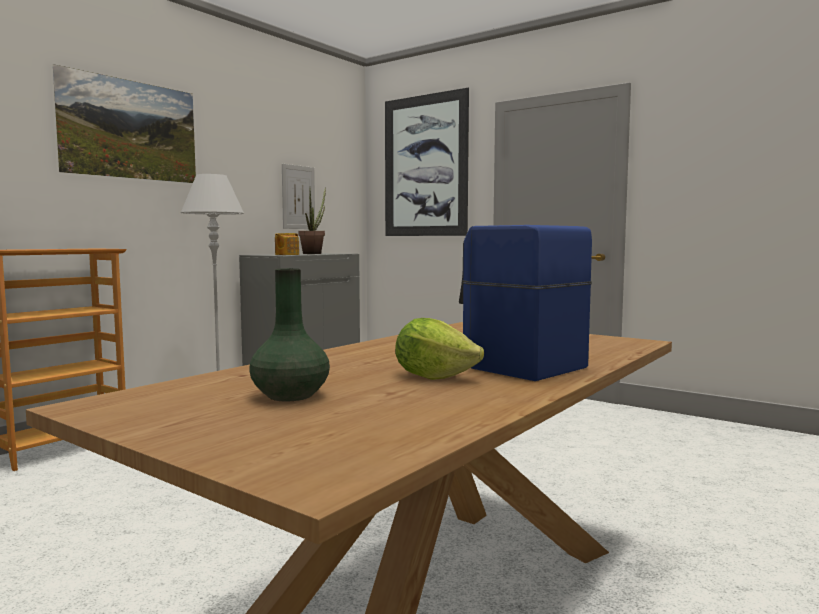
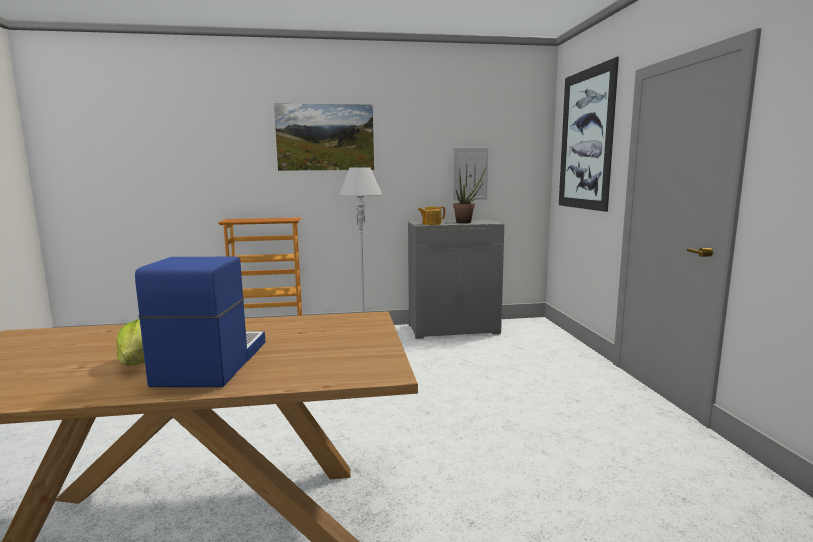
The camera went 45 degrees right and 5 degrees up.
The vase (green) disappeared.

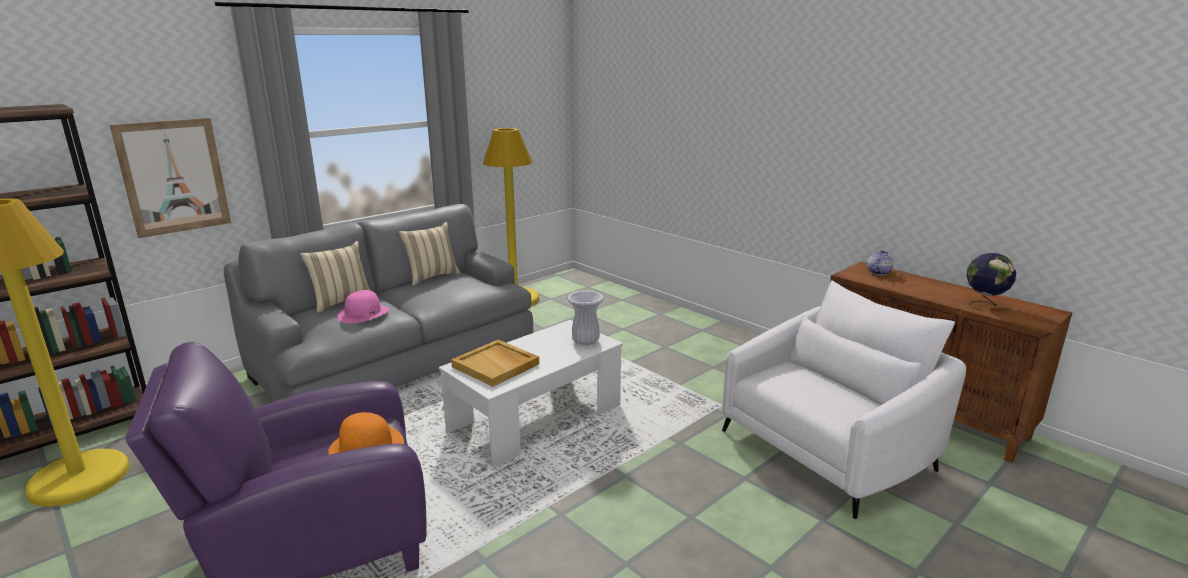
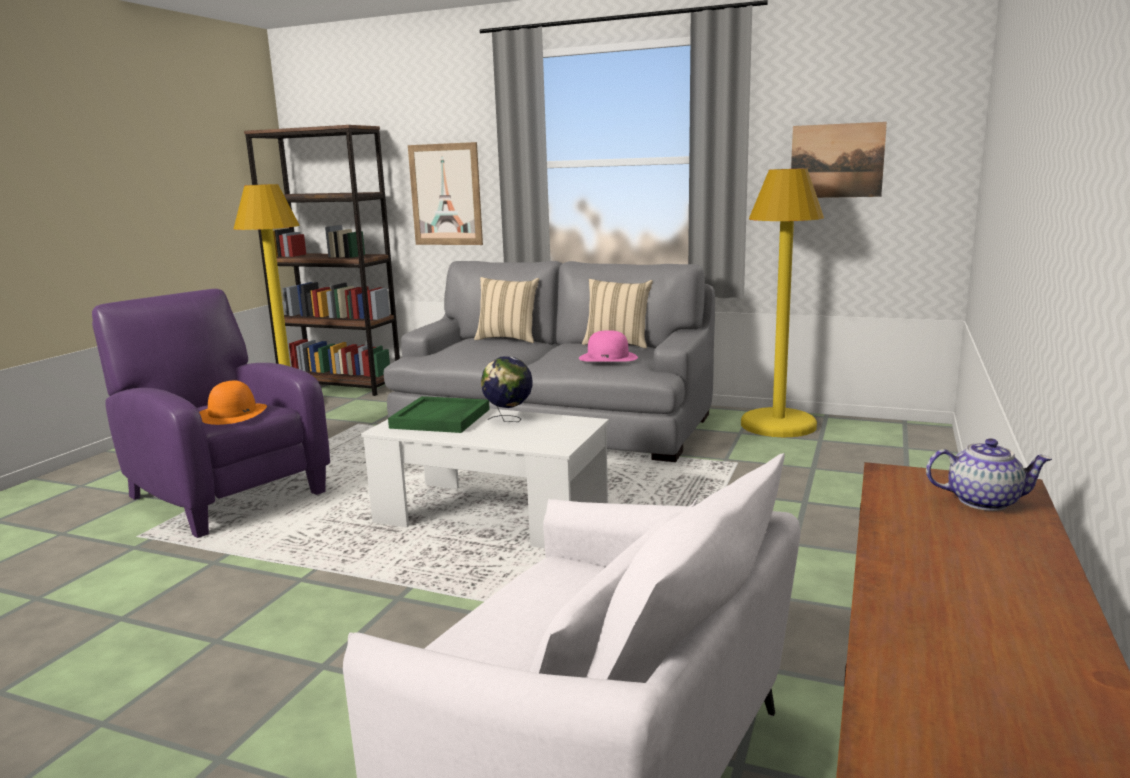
The camera went 65 degrees right and 5 degrees down.
The hat (pink) moved.
The tray (beige) became the tray (green).
The vase (white) disappeared.
The globe moved.
The picture (no. 2 from left) appeared.

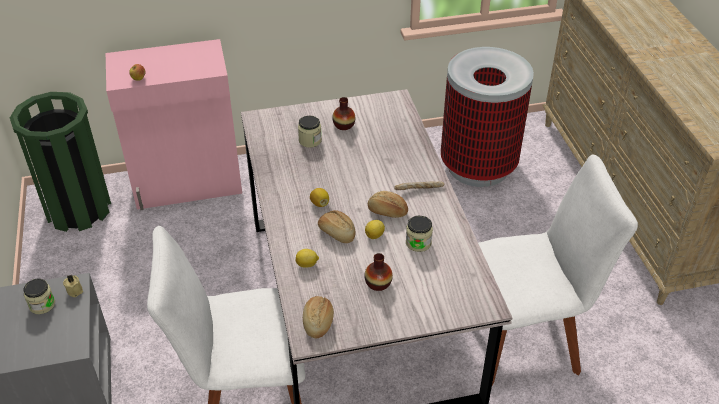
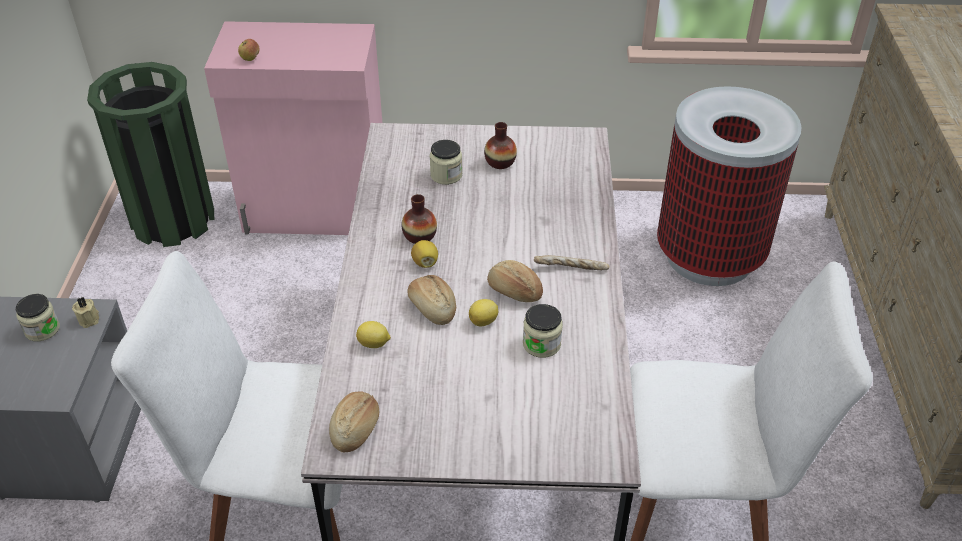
The camera went 15 degrees right and 0 degrees up.
The vase (no. 2 from left in the first image) moved.

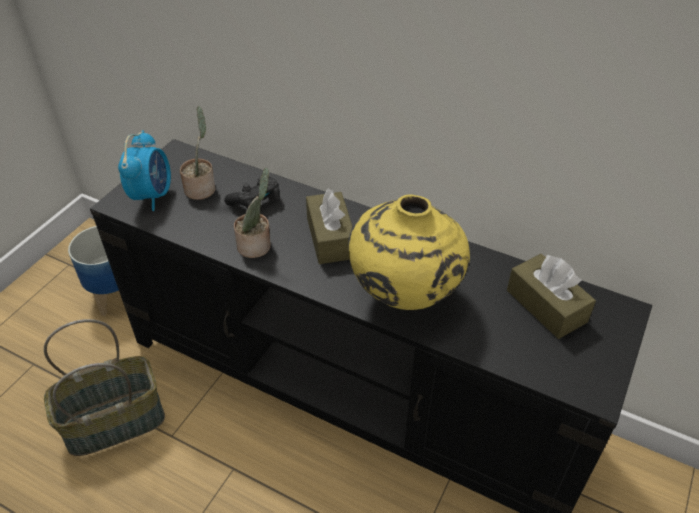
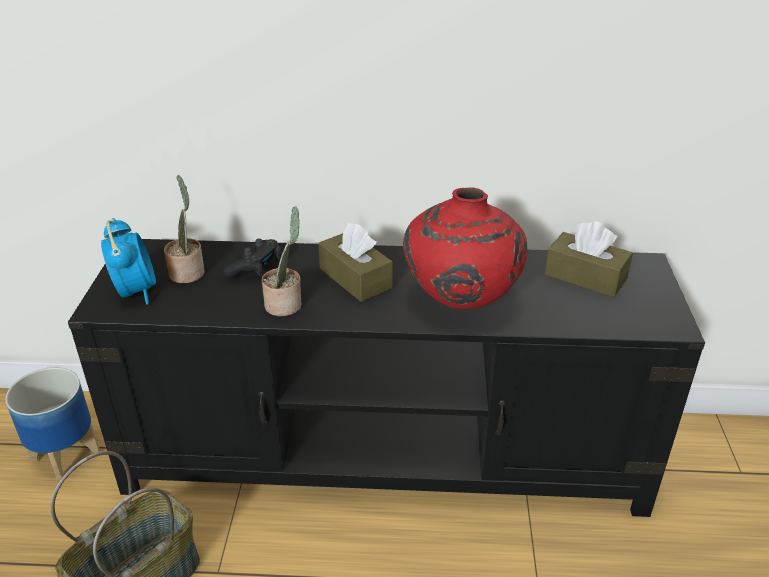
The camera went 25 degrees left and 10 degrees down.
The vase (yellow) became the vase (red).

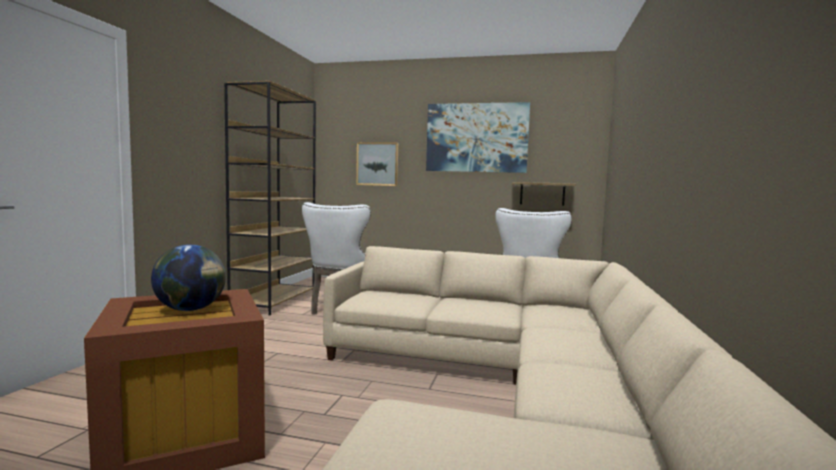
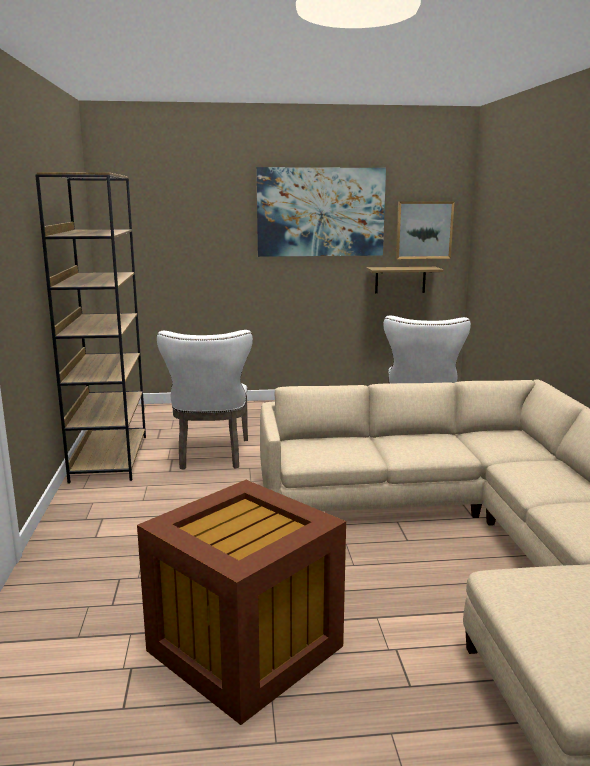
The camera went 20 degrees left and 10 degrees up.
The globe disappeared.
The picture (no. 1 from left in the first image) moved.

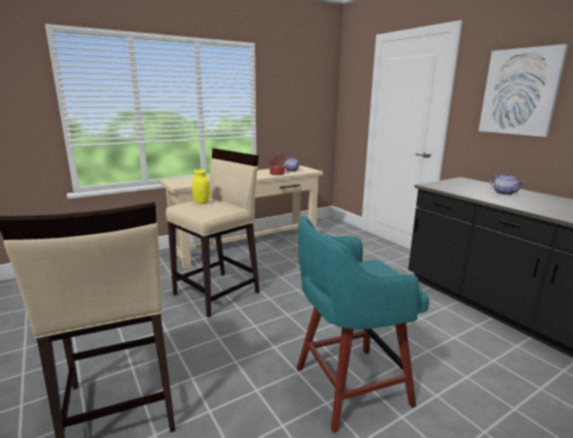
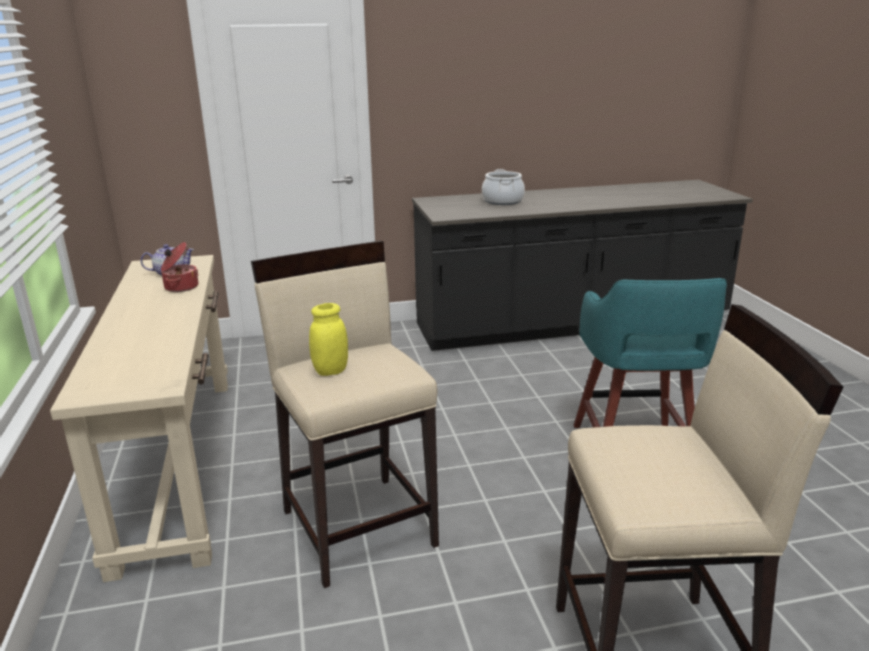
The camera went 70 degrees left and 5 degrees up.
The picture disappeared.
The teapot (no. 2 from left) was replaced by the cooking pot (no. 2 from left).

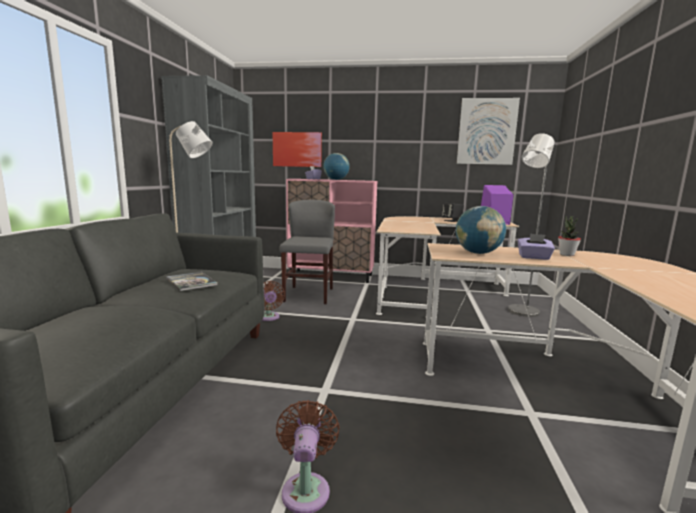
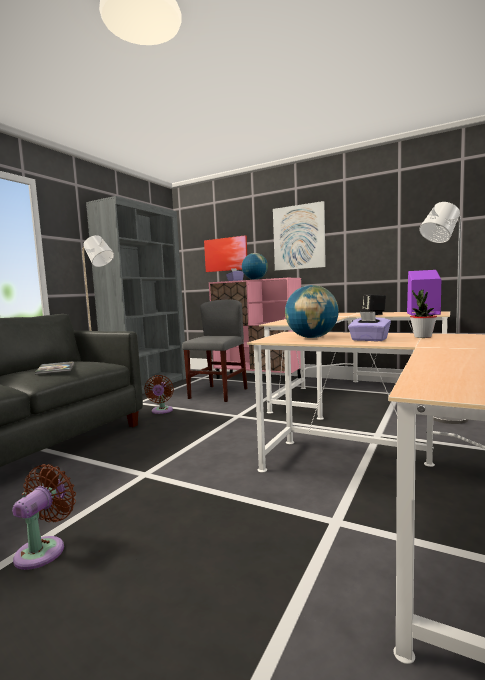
The camera went 20 degrees right and 5 degrees down.
The picture (no. 2 from left) moved.

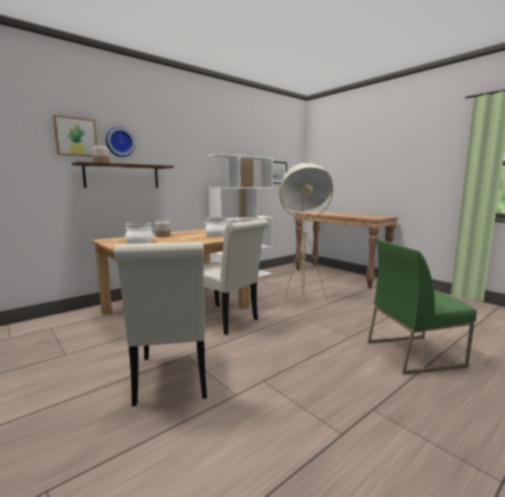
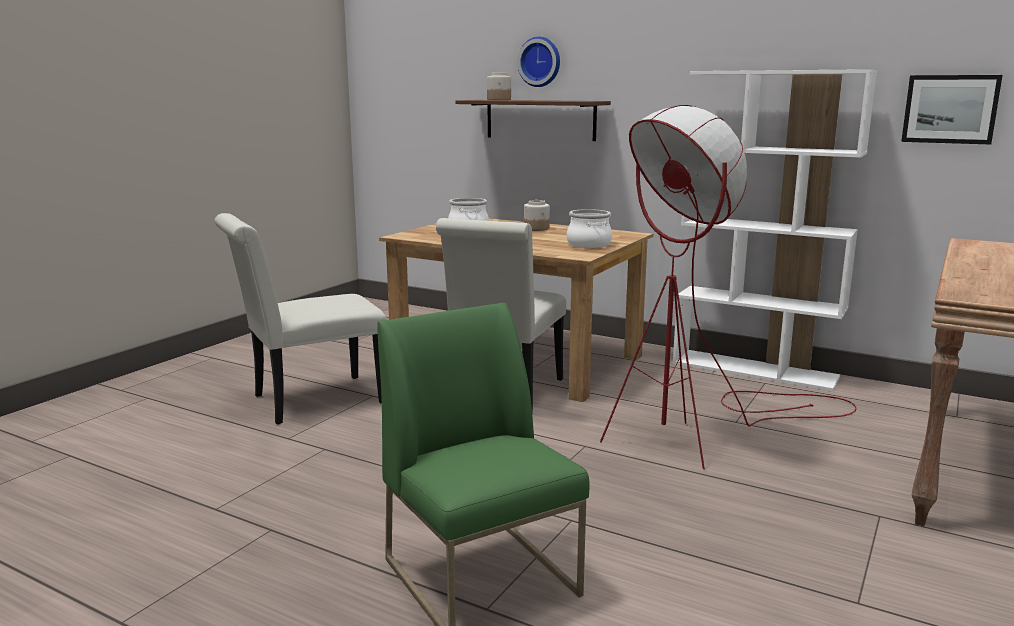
The camera went 70 degrees right and 5 degrees up.
The picture (no. 1 from left) disappeared.
The floor lamp (beige) became the floor lamp (red).

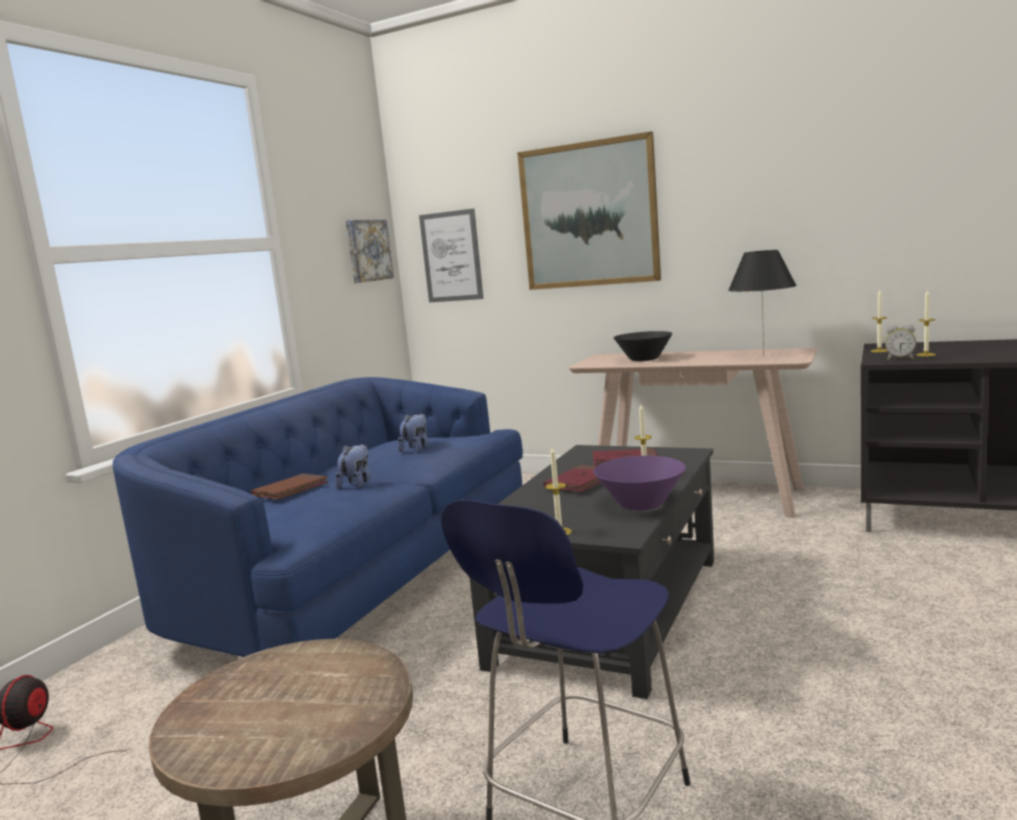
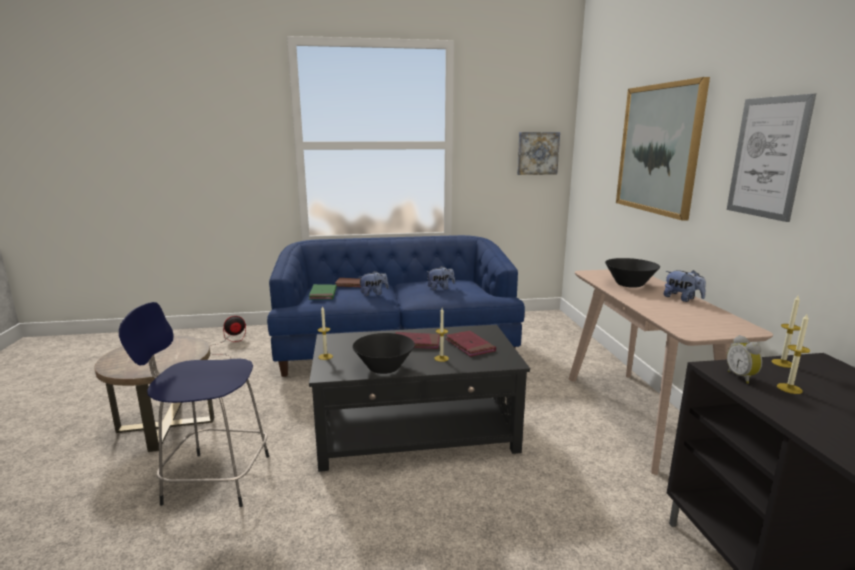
The camera went 55 degrees right and 5 degrees up.
The picture (no. 2 from left in the first image) moved.
The bowl (purple) became the bowl (black) (no. 1 from left).
The table lamp (black) disappeared.
The book (green) appeared.
The plush toy (no. 3 from left) appeared.

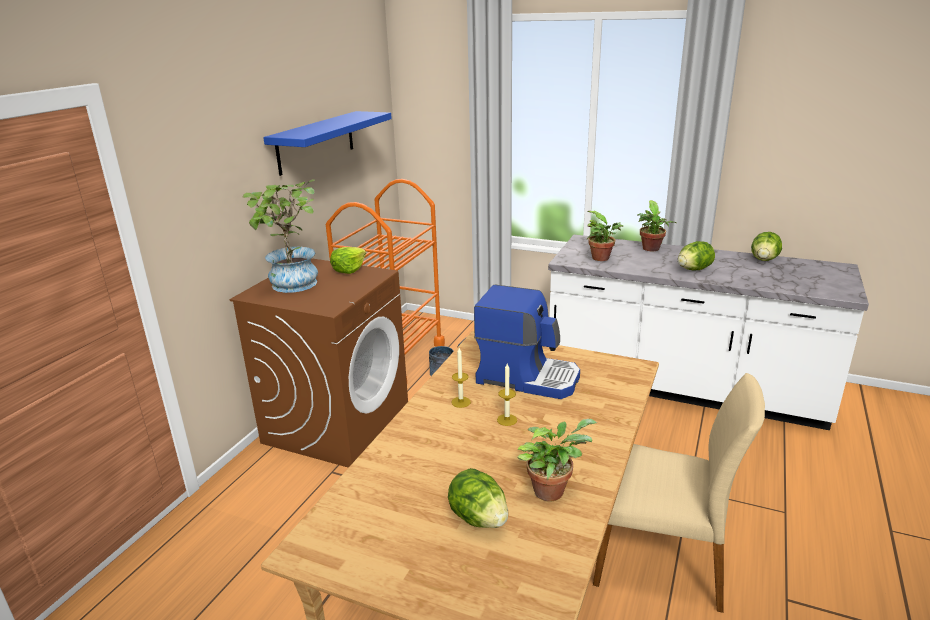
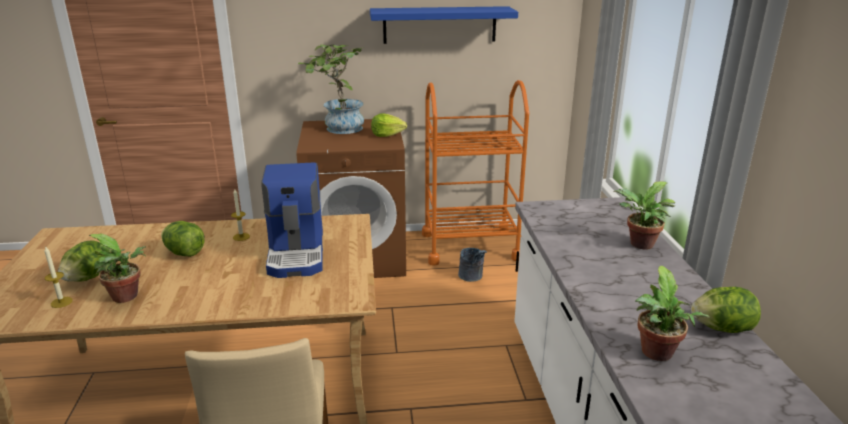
The camera went 60 degrees right and 0 degrees up.
The candle (no. 2 from left in the first image) moved.
The potted plant (no. 3 from left in the first image) moved.
The lettuce (no. 3 from left in the first image) moved.

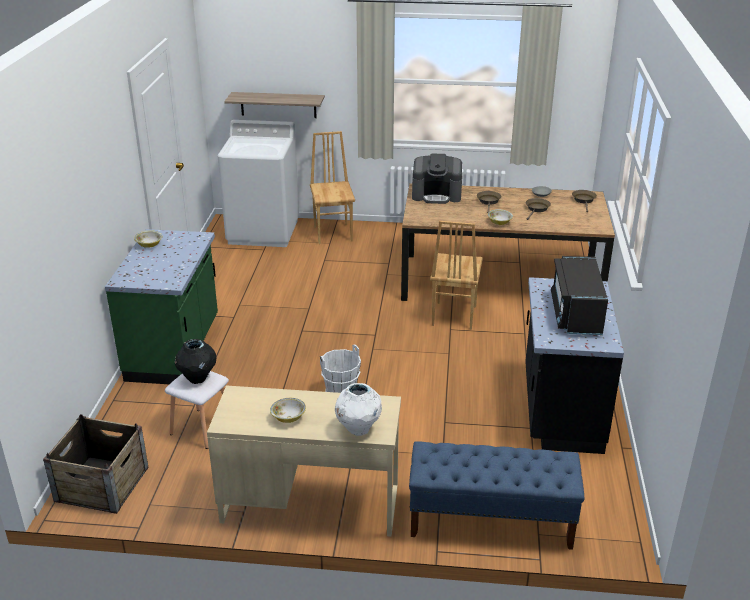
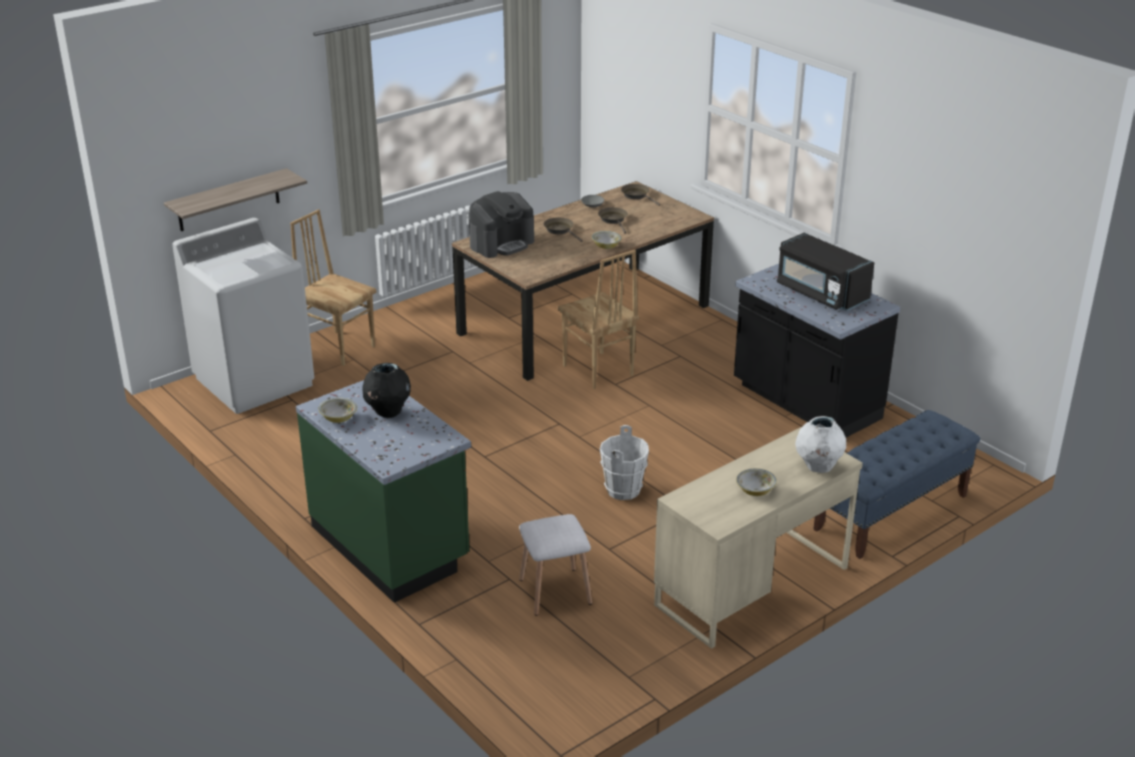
The camera went 45 degrees left and 0 degrees up.
The crate disappeared.
The vase (black) moved.

